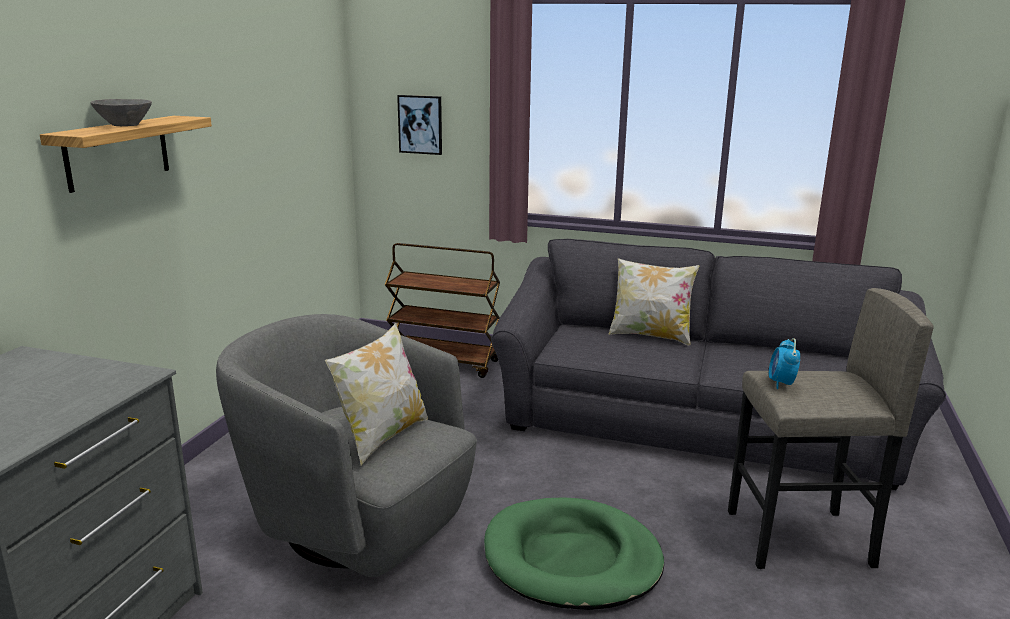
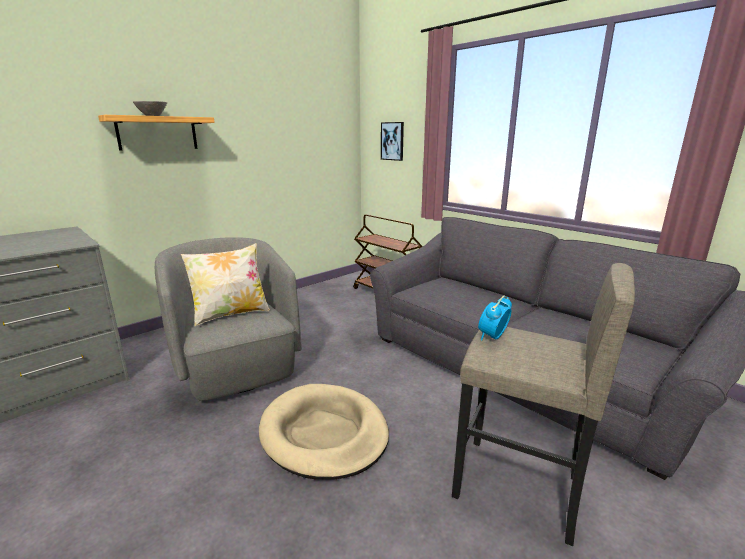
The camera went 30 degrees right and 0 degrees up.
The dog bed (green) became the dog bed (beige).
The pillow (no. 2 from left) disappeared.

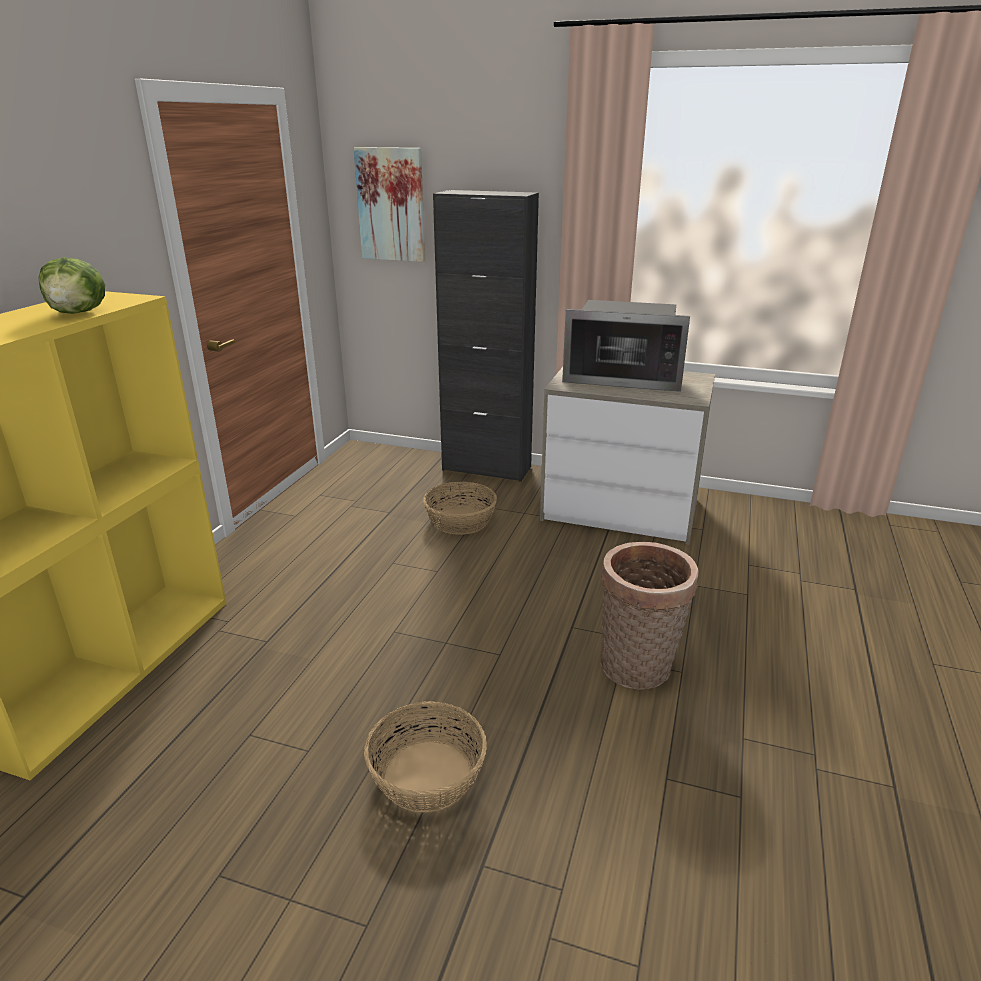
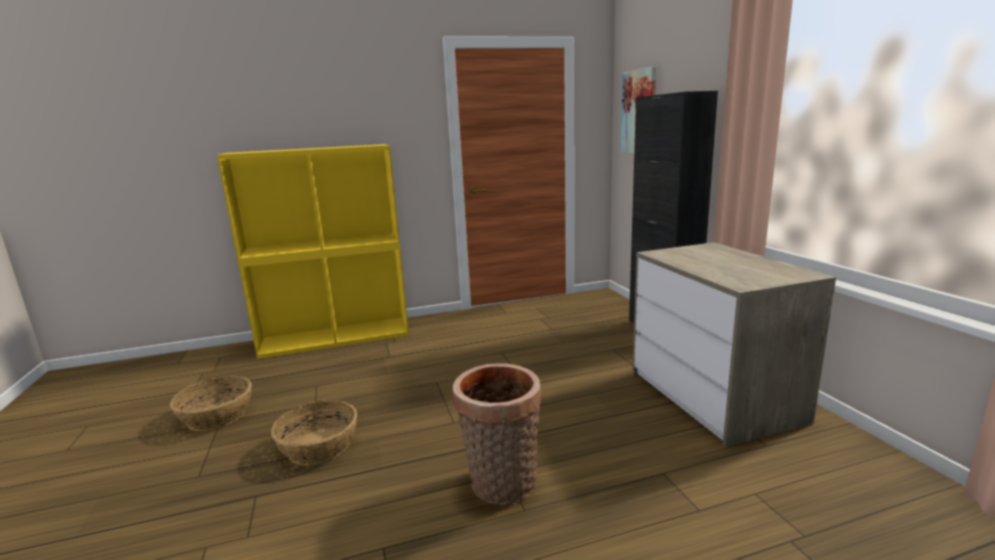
The camera went 55 degrees right and 10 degrees down.
The lettuce disappeared.
The basket (no. 2 from left in the first image) moved.
The microwave disappeared.

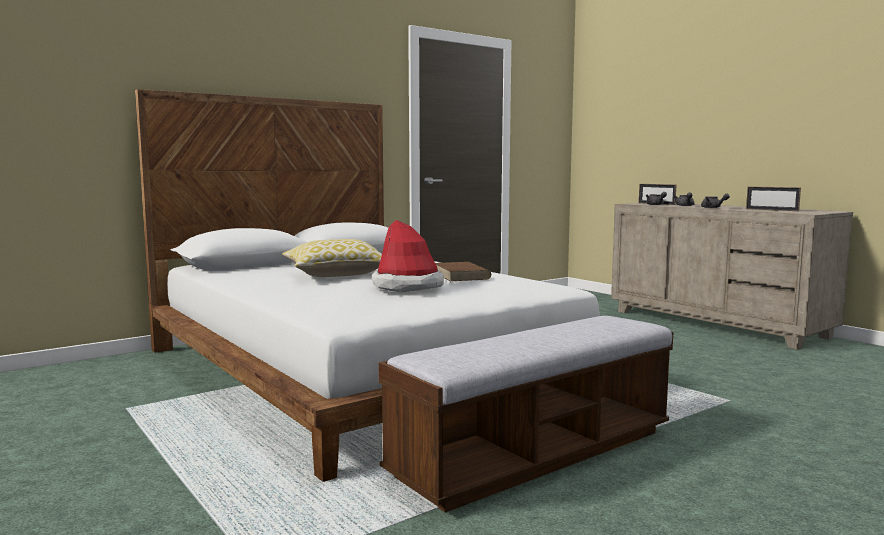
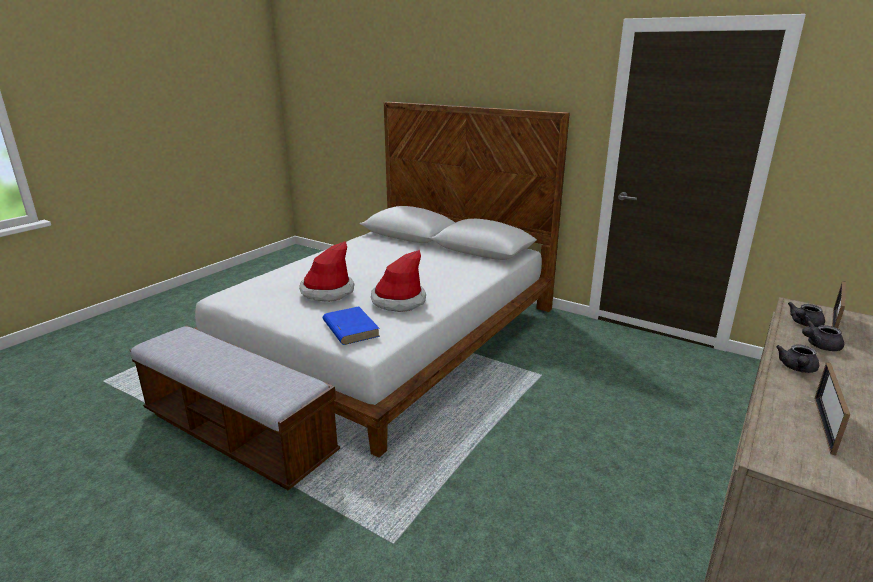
The camera went 70 degrees right and 15 degrees up.
The pillow disappeared.
The book (brown) was replaced by the hat (no. 2 from left).
The book (blue) appeared.

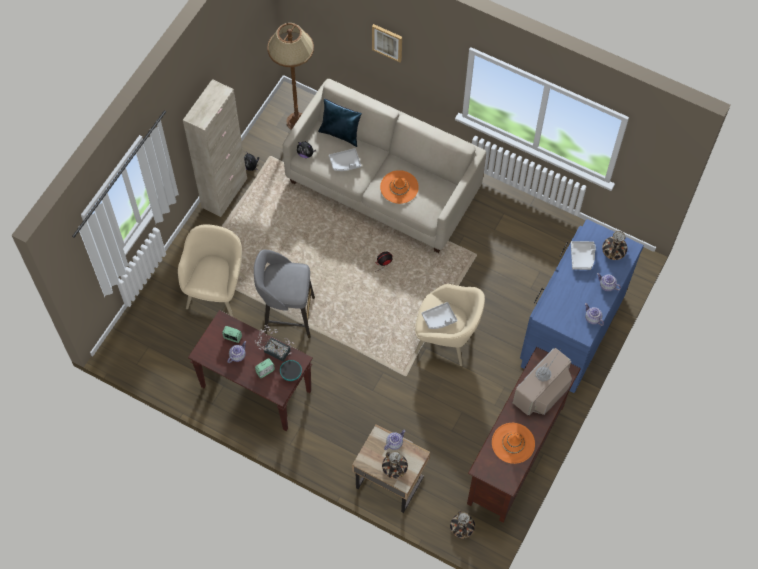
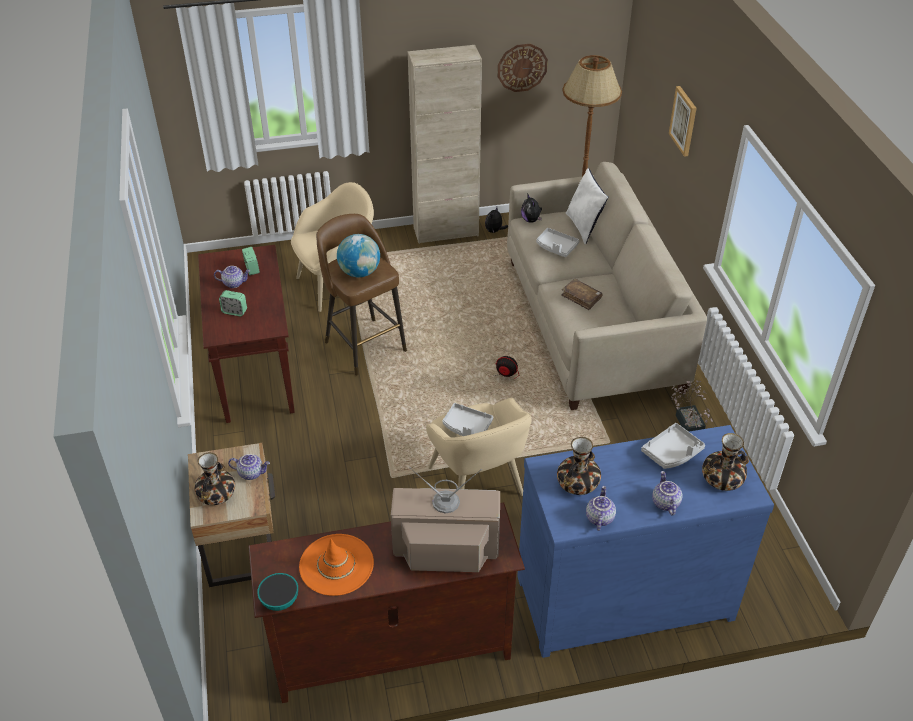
The camera went 50 degrees right and 20 degrees down.
The stool (grey) became the stool (brown).
The potted plant moved.
The bowl moved.
The pillow (blue) became the pillow (white).
The hat (orange) (no. 1 from left) was replaced by the book (brown).
The vase (no. 2 from left) moved.
The globe appeared.
The wall clock appeared.

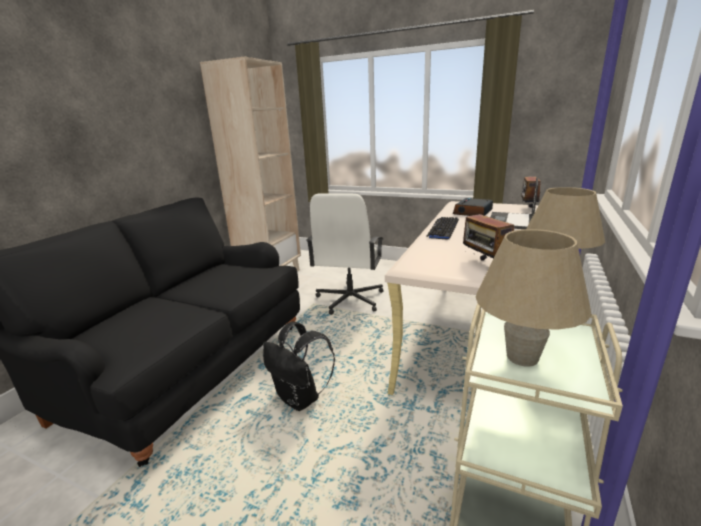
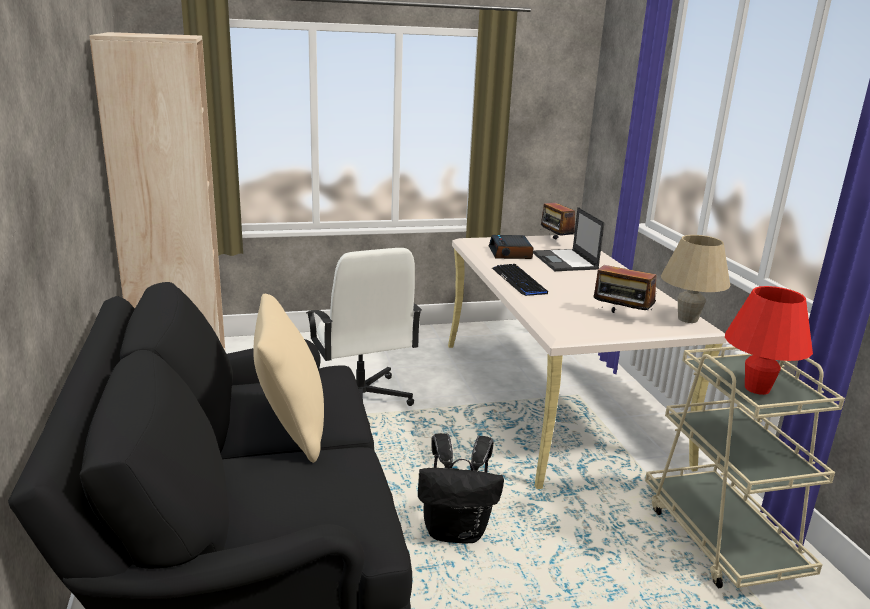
The camera went 40 degrees left and 0 degrees up.
The table lamp (beige) (no. 1 from left) became the table lamp (red).
The pillow (beige) appeared.

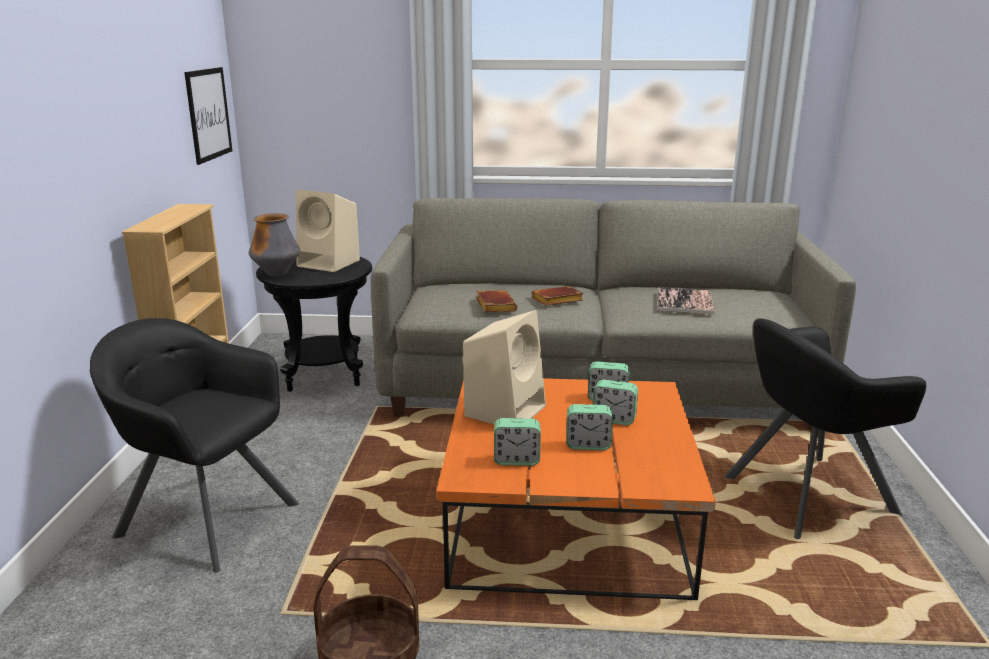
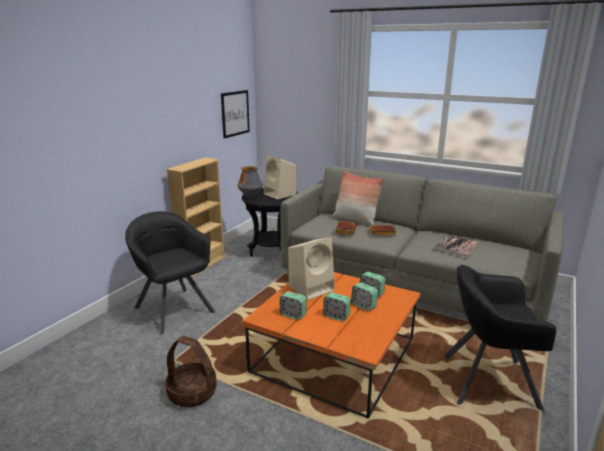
The camera went 25 degrees right and 0 degrees up.
The pillow appeared.

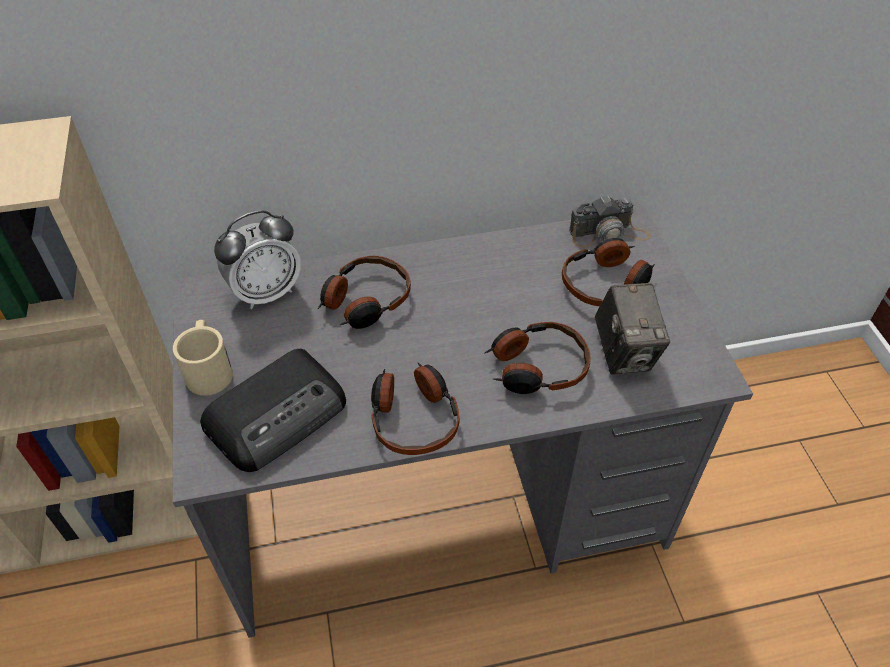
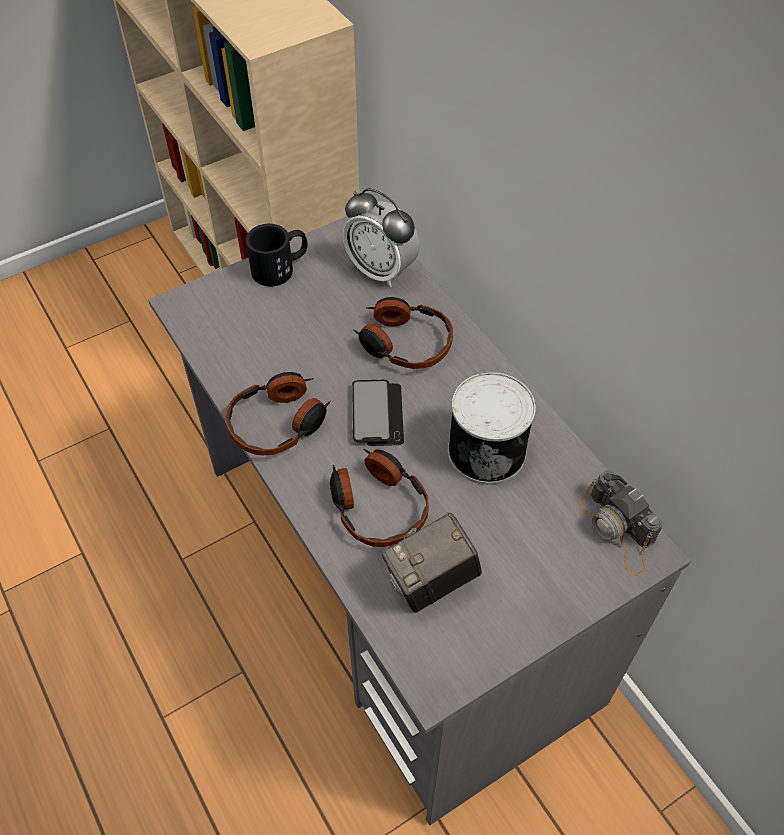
The camera went 70 degrees right and 5 degrees up.
The mug (beige) became the mug (black).
The radio disappeared.
The headphones (no. 4 from left) disappeared.
The phone appeared.
The can appeared.

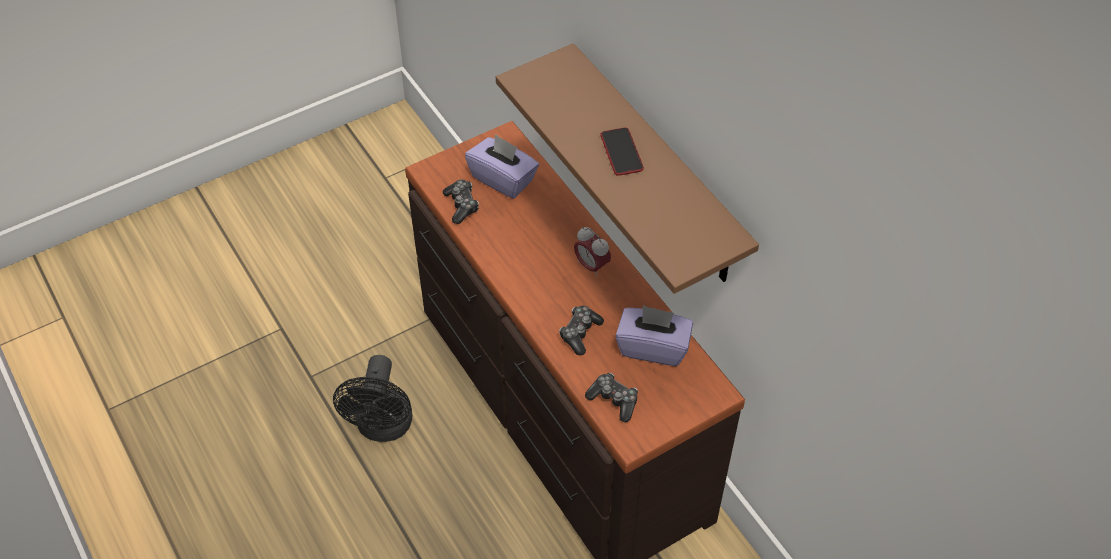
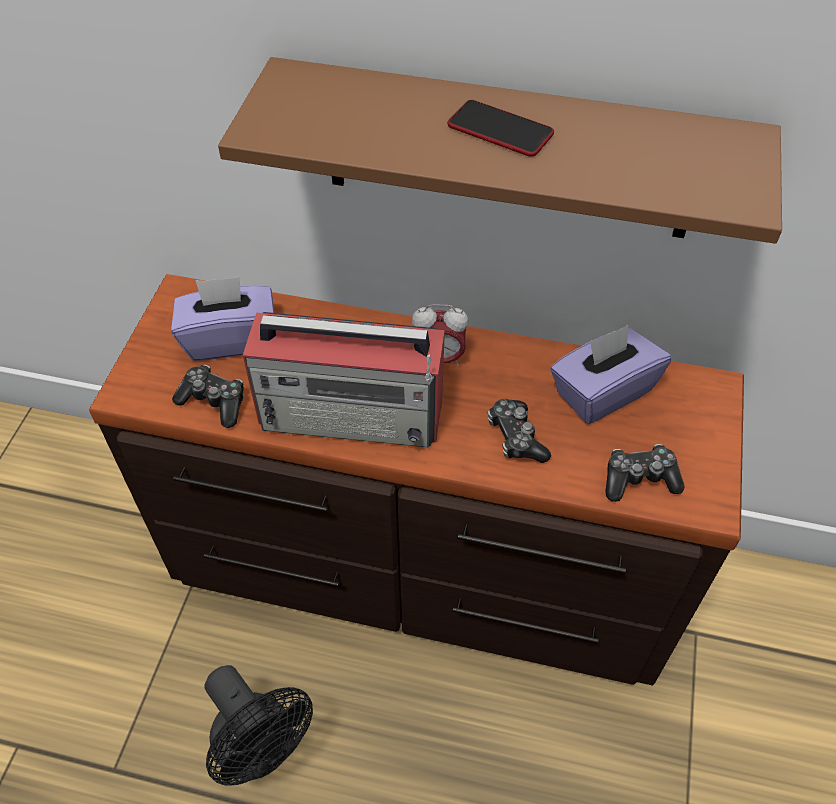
The camera went 45 degrees left and 0 degrees up.
The radio appeared.

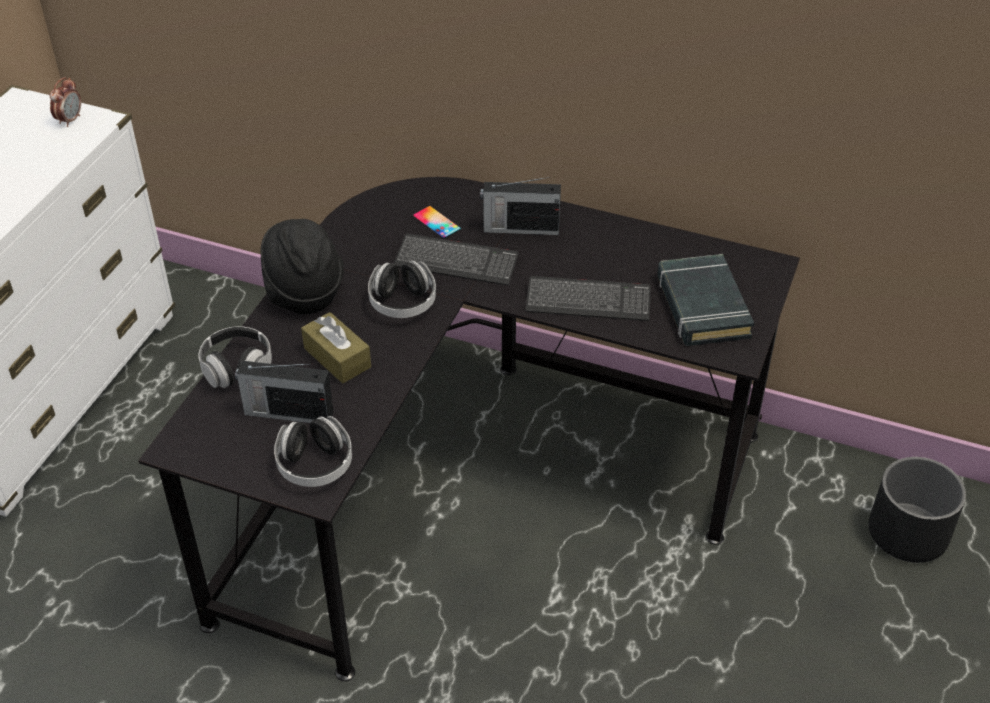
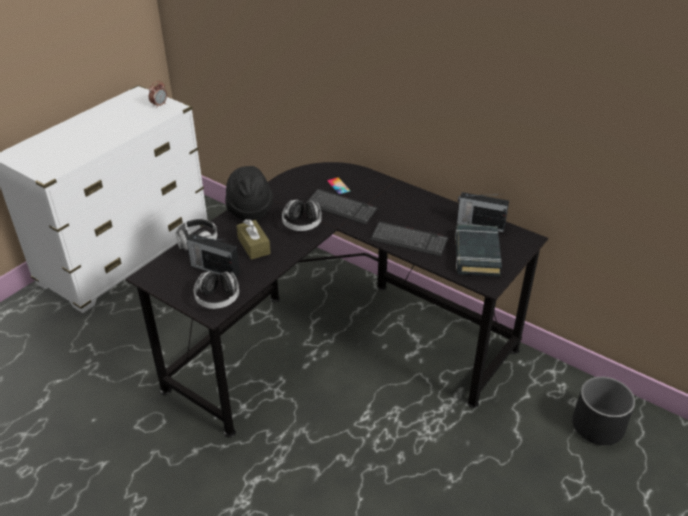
The camera went 15 degrees right and 5 degrees down.
The radio (no. 2 from left) moved.

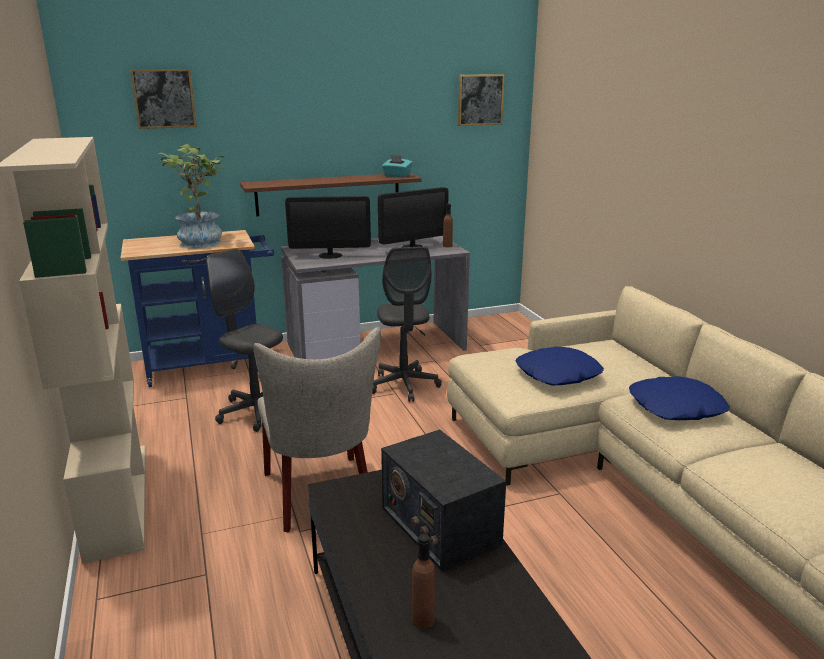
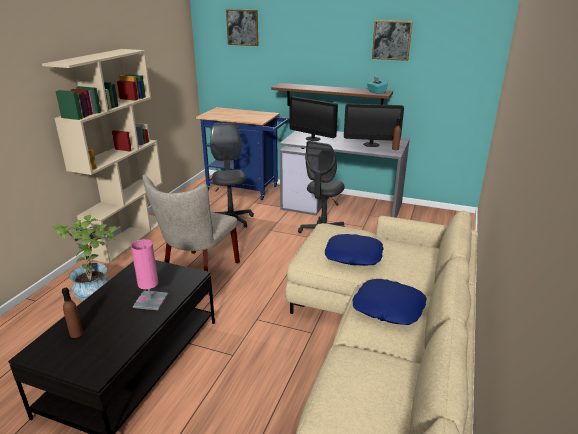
The camera went 40 degrees right and 5 degrees up.
The potted plant moved.
The radio was replaced by the table lamp (pink).
The picture (no. 2 from left) moved.

